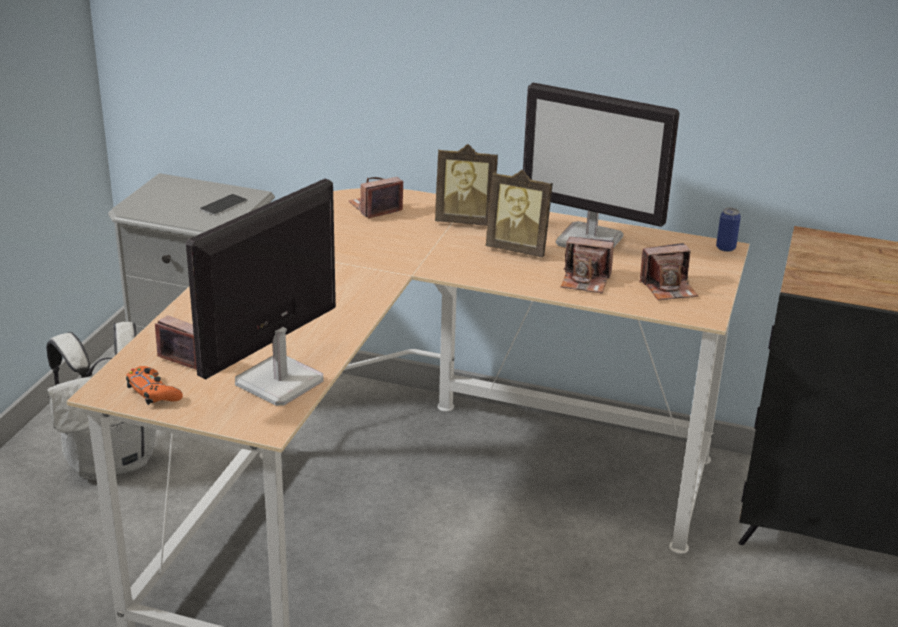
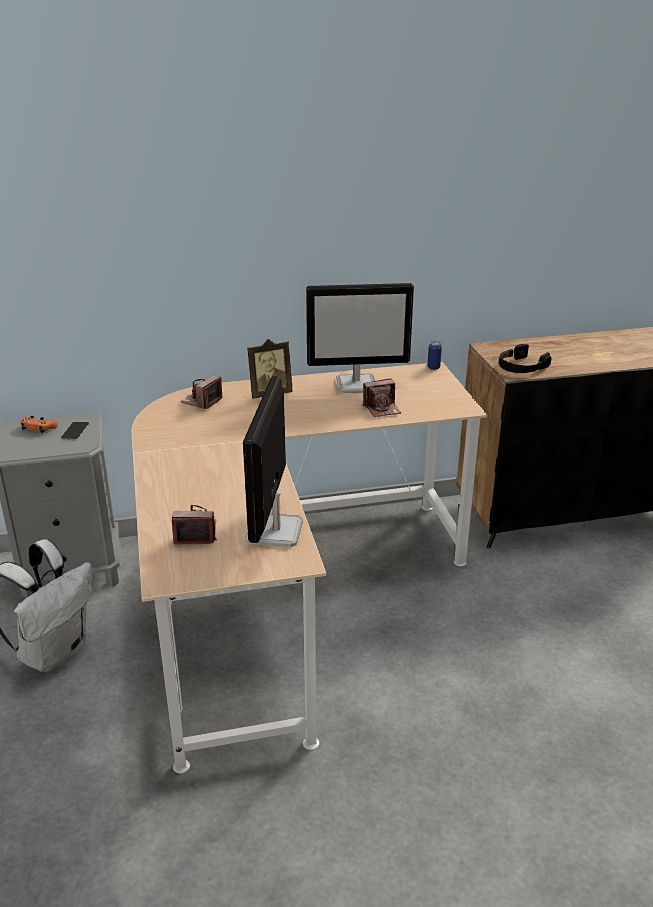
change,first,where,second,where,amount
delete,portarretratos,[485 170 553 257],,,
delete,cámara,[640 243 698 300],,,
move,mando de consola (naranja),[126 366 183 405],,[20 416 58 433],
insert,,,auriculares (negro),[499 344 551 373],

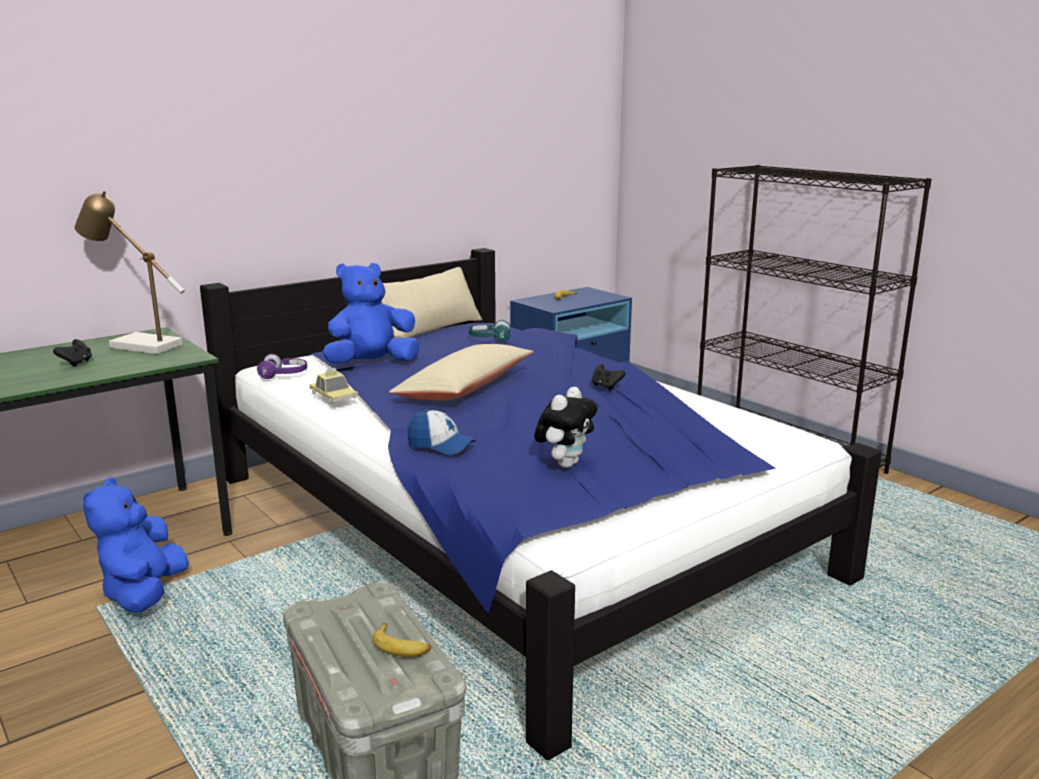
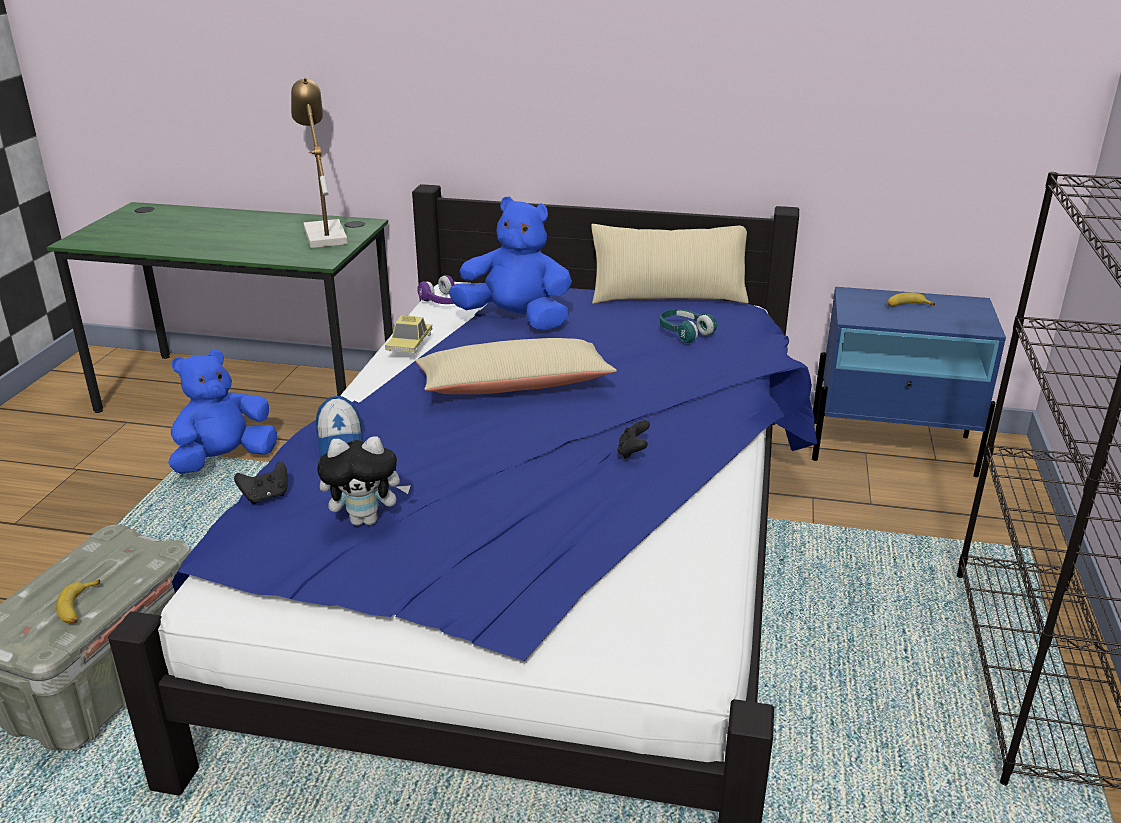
change,first,where,second,where,amount
move,mando de consola (negro),[53 339 92 367],,[234 462 288 504],

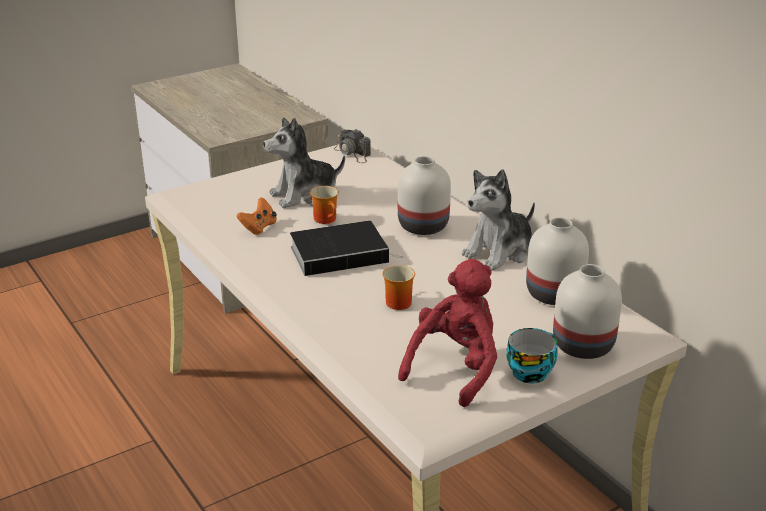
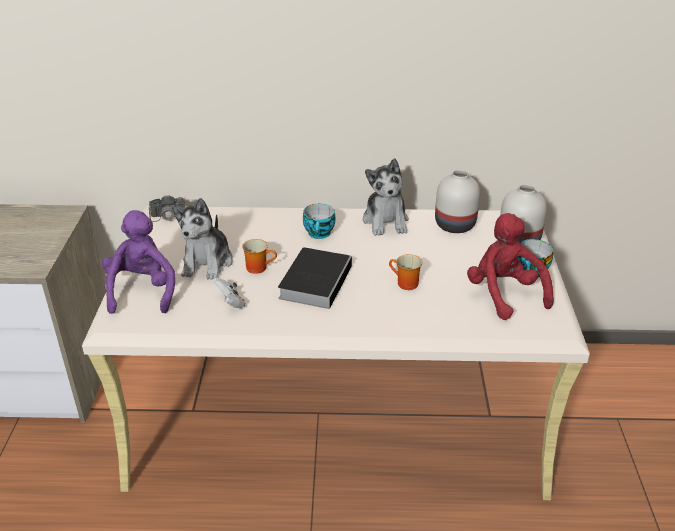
change,first,where,second,where,amount
replace,florero (blanco),[398 156 451 235],taza,[303 204 335 239],
recolor,mando de consola (naranja),[237 197 277 235],mando de consola (blanco),[213 278 246 308],
insert,,,peluche (morado),[102 210 175 314],

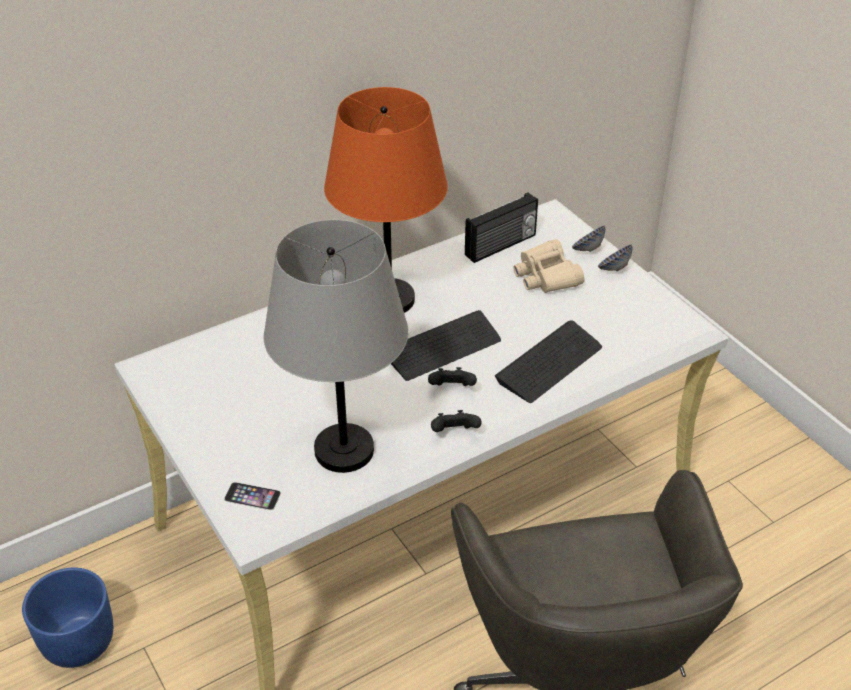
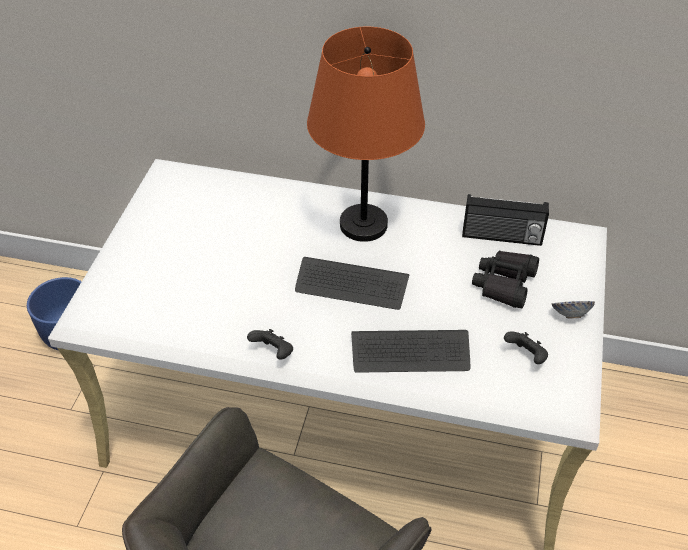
change,first,where,second,where,amount
delete,lámpara de mesa (gris),[264 220 409 473],,,
delete,cuenco,[572 226 605 252],,,
recolor,prismáticos (beis),[513 239 585 293],prismáticos (negro),[472 251 539 308],
move,mando de consola (negro),[428 367 477 386],,[504 331 548 364],
delete,móvil,[224 482 281 510],,,

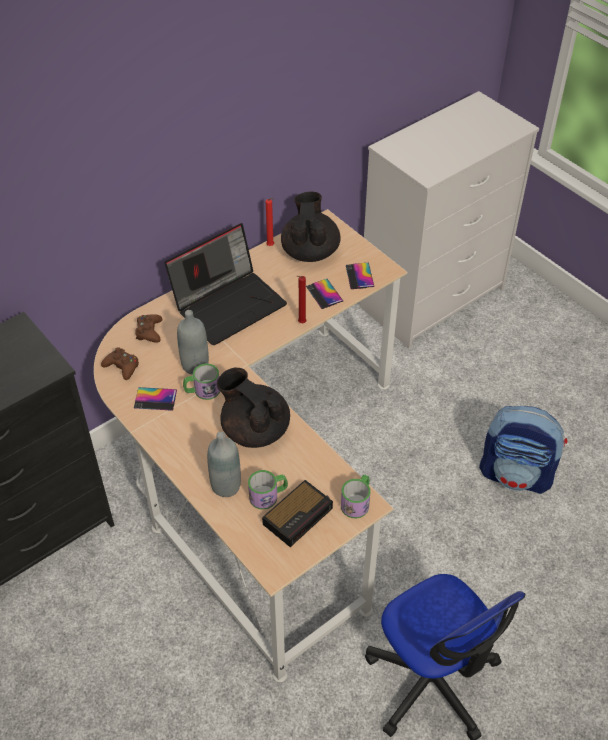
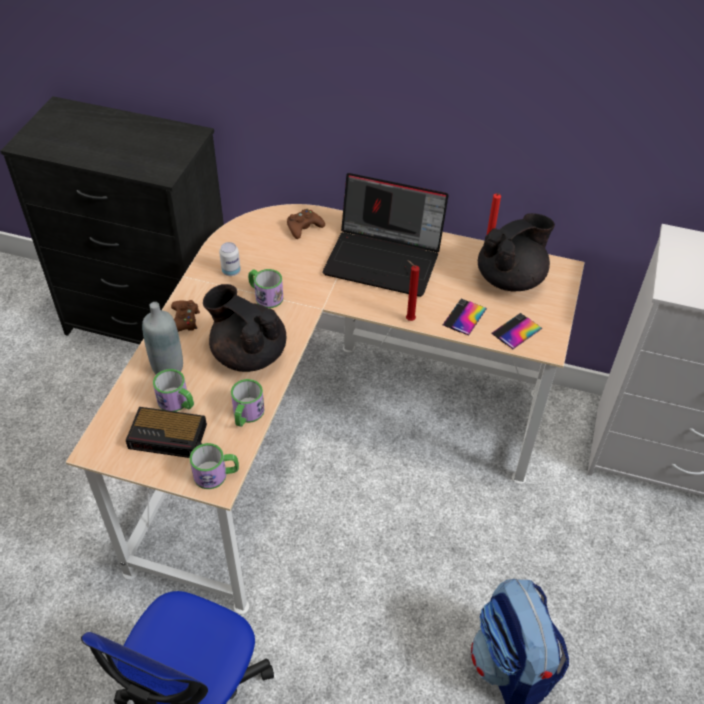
change,first,where,second,where,amount
delete,botella (gris),[177 310 209 375],,,
move,mando de consola (marrón),[101 347 139 380],,[171 300 200 332],
rotate,tetera (negro),[216 368 290 448],,[203 284 286 372],60 degrees counterclockwise
replace,móvil,[134 387 177 411],lata,[219 242 241 276],
insert,,,taza grande,[231 379 265 427],

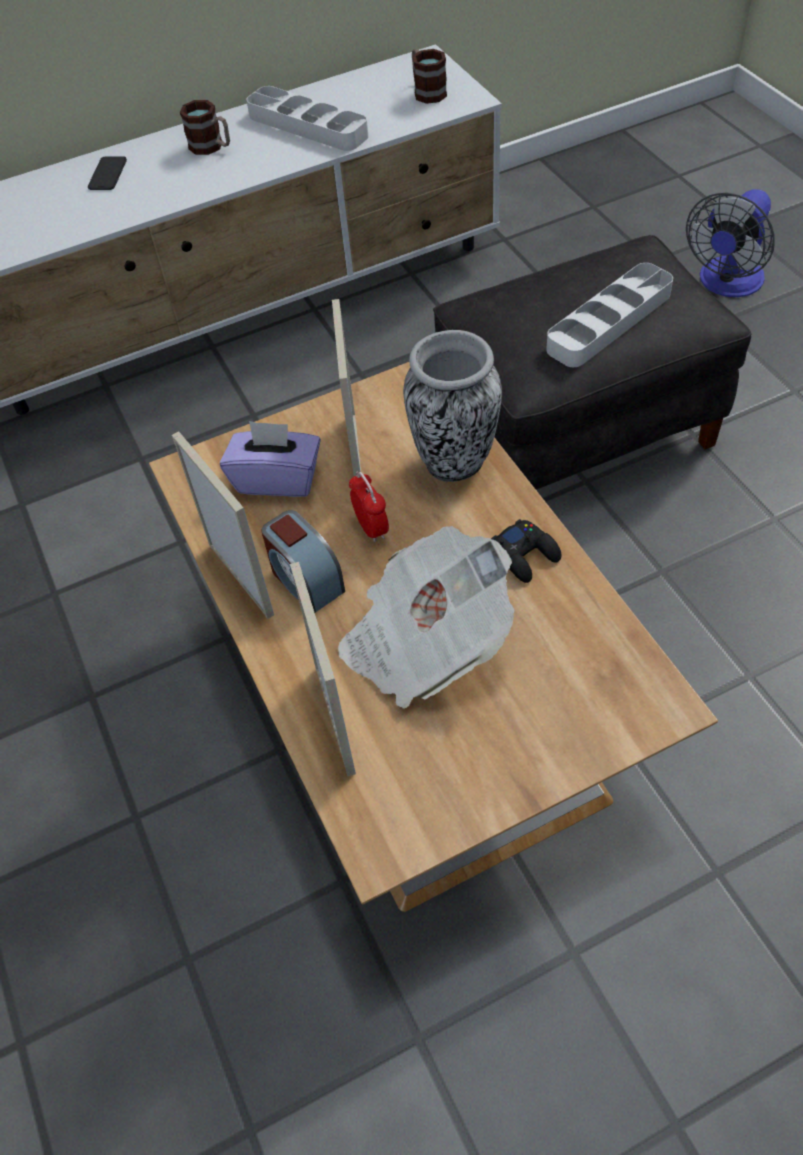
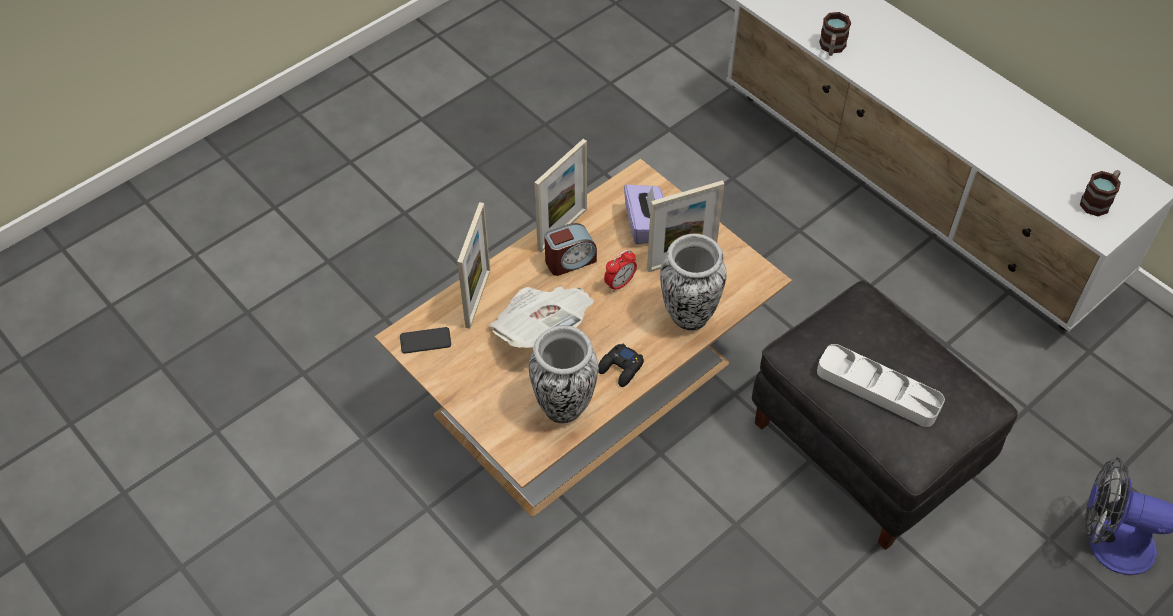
change,first,where,second,where,amount
delete,bandeja (gris),[246 86 368 151],,,
move,taza grande,[180 100 230 155],,[819 12 851 56],
move,móvil,[88 157 127 190],,[400 327 451 354],
rotate,despertador,[261 510 345 613],,[544 223 597 276],150 degrees counterclockwise
rotate,portarretratos,[290 562 356 776],,[457 202 490 329],45 degrees counterclockwise
insert,,,florero,[529 325 599 423],

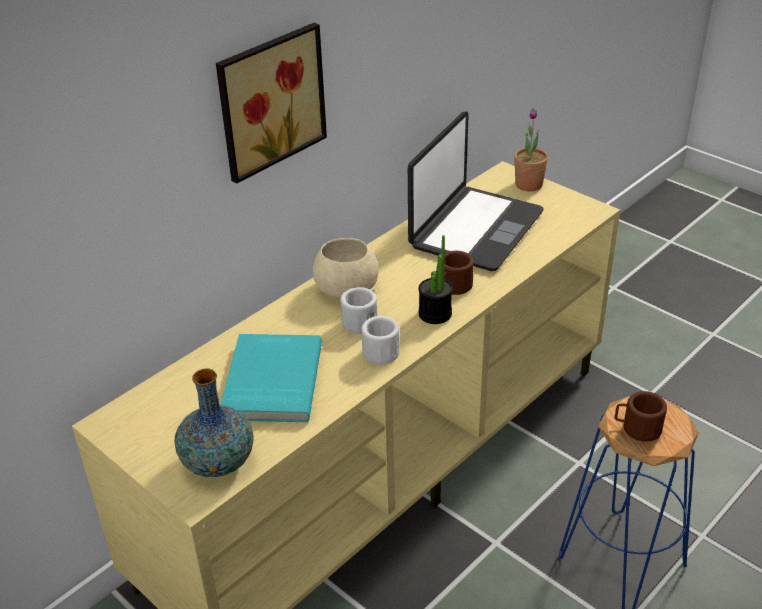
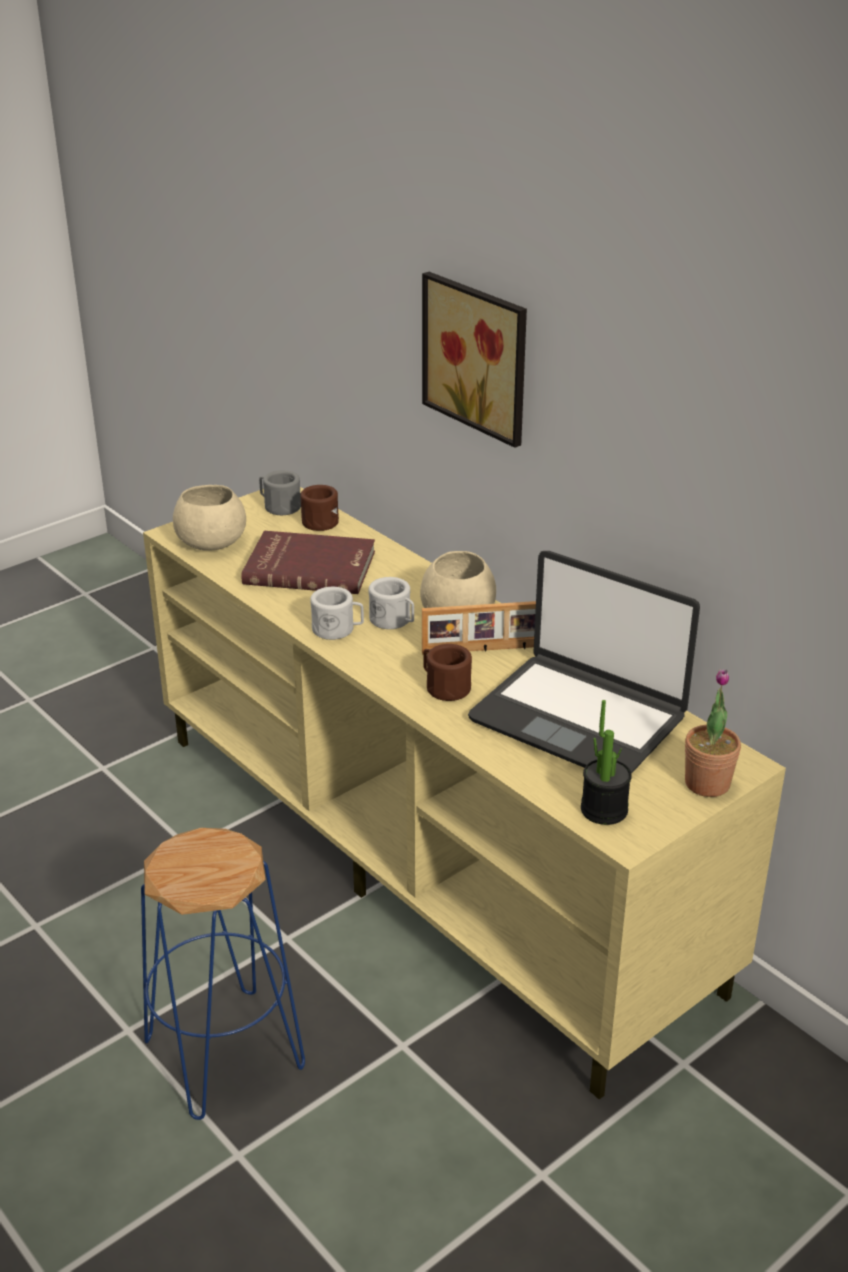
change,first,where,second,where,amount
move,planta en maceta,[419 235 453 324],,[581 700 632 825],
recolor,libro (turquesa),[220 334 322 422],libro (rojo),[241 531 375 594],
replace,florero,[175 368 254 477],cuenco (beis),[173 485 246 551],
move,taza grande (marrón),[614 391 667 442],,[300 485 339 531],
insert,,,taza grande (gris),[259 470 301 515],
insert,,,portarretratos,[422 601 536 654],

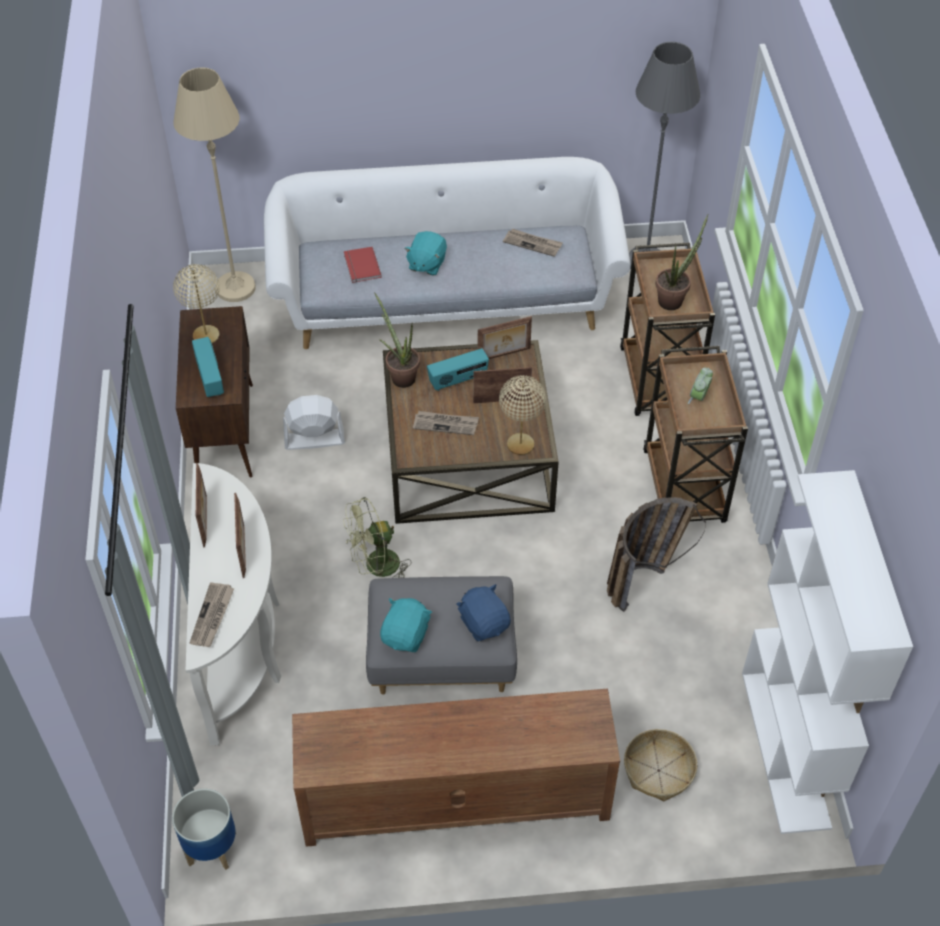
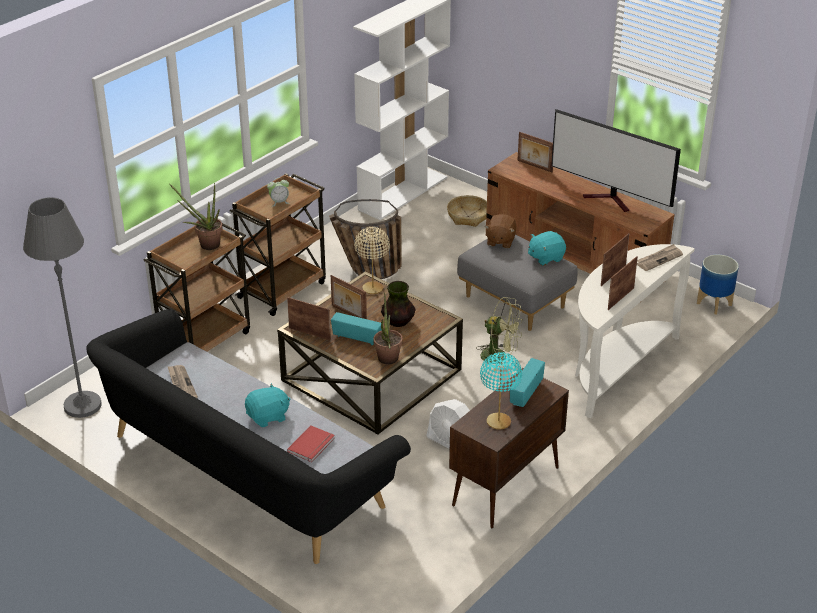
change,first,where,second,where,amount
delete,lámpara de pie (beis),[173 67 256 302],,,
recolor,sofá (blanco),[264 157 631 349],sofá (negro),[86 309 411 564],
recolor,lámpara de mesa (beis),[173 264 220 343],lámpara de mesa (turquesa),[480 352 522 430],
replace,periódico,[413 411 479 435],florero,[381 281 415 327],
recolor,peluche (azul),[456 584 511 641],peluche (marrón),[485 214 517 248],
insert,,,televisor,[551 109 681 212],
insert,,,portarretratos,[517 132 553 172],

